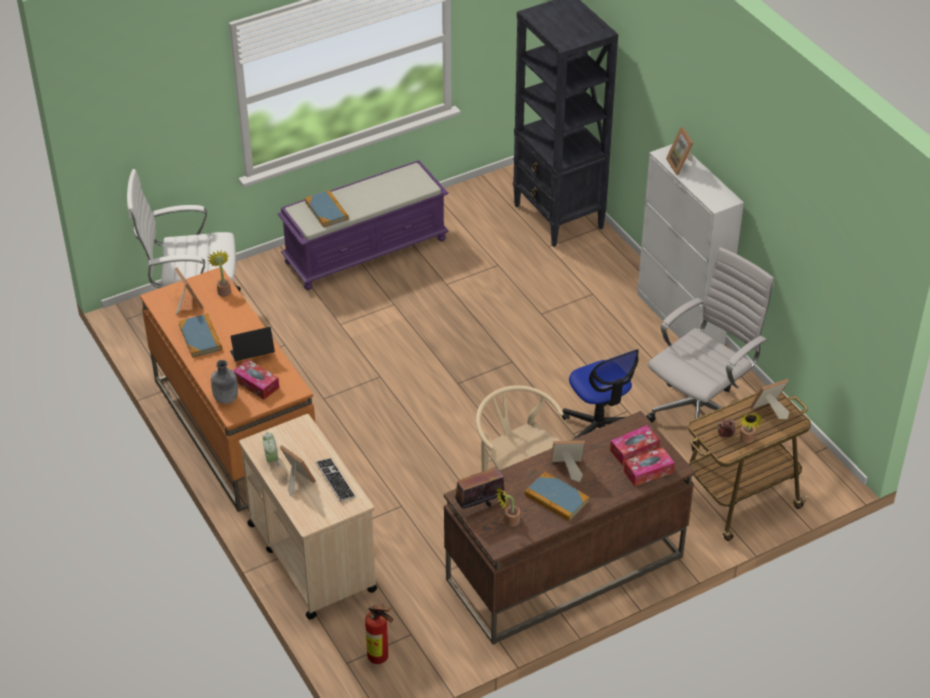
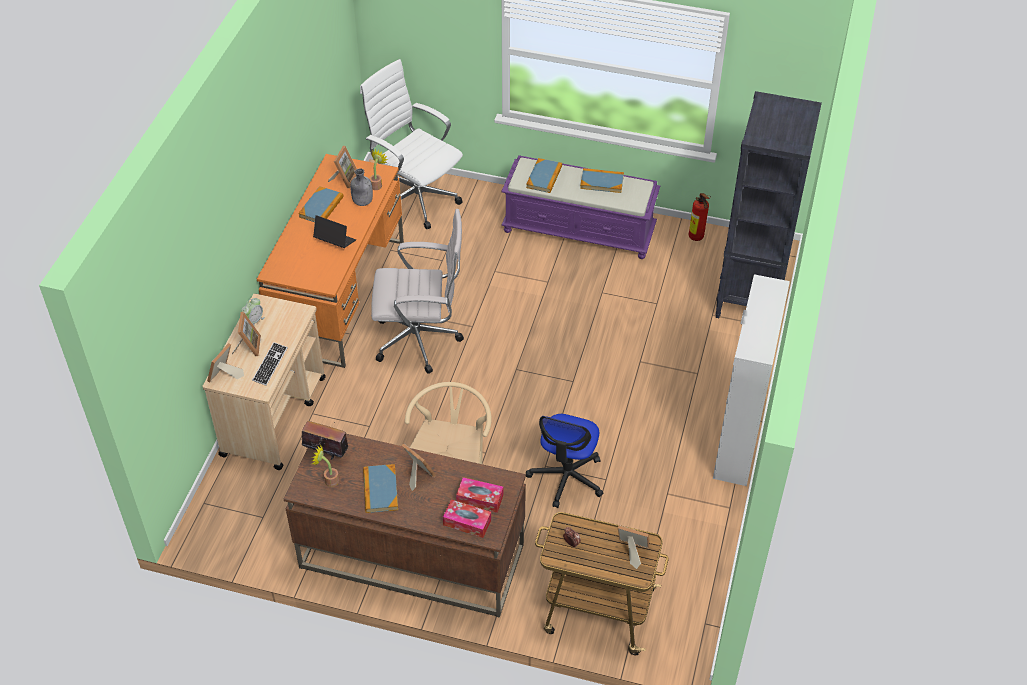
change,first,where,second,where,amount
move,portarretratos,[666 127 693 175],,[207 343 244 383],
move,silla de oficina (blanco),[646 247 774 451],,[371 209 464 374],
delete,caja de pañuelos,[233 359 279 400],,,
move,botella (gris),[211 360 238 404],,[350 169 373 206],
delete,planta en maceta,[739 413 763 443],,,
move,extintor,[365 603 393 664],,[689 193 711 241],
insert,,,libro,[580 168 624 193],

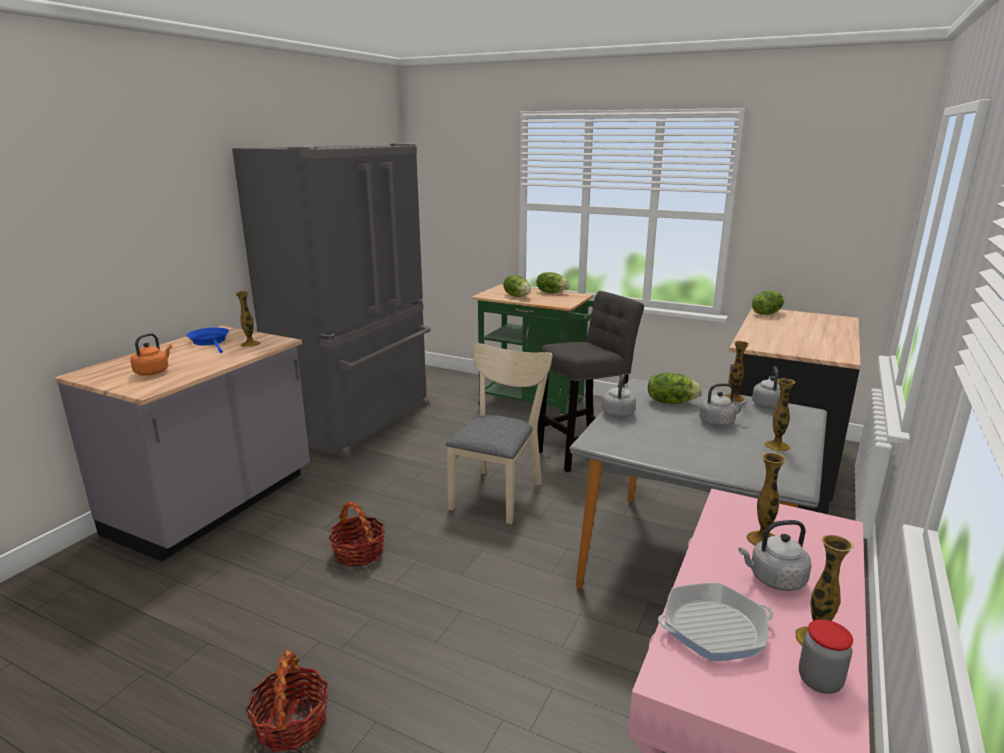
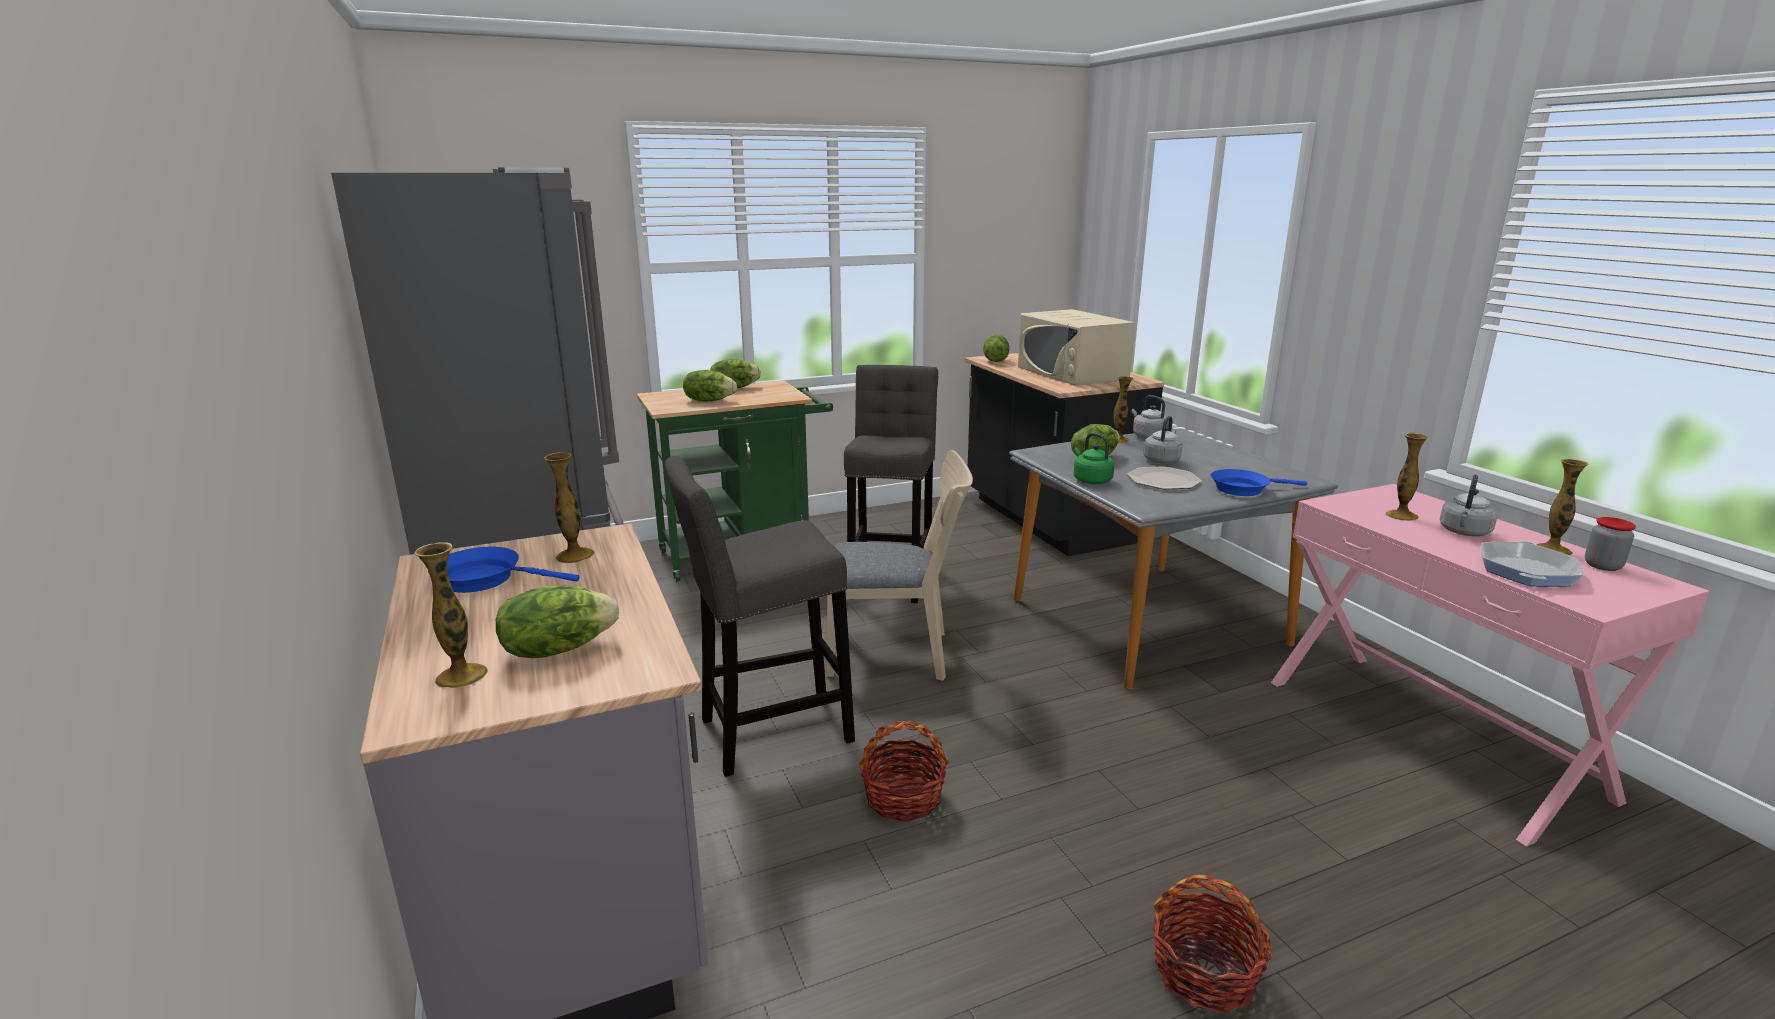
change,first,where,second,where,amount
replace,hervidor (naranja),[130 333 172 375],lechuga,[496 585 619 658],
rotate,silla (beis),[446 343 552 524],,[826 450 973 681],120 degrees clockwise
recolor,hervidor (gris),[602 374 636 418],hervidor (verde),[1074 433 1114 484],
move,florero,[764 378 795 452],,[414 542 488 688],
insert,,,microondas (beis),[1018 309 1135 386],
insert,,,taburete (gris),[665 456 855 777],
insert,,,plato,[1127 467 1202 490],
insert,,,sartén (azul),[1211 469 1308 496],

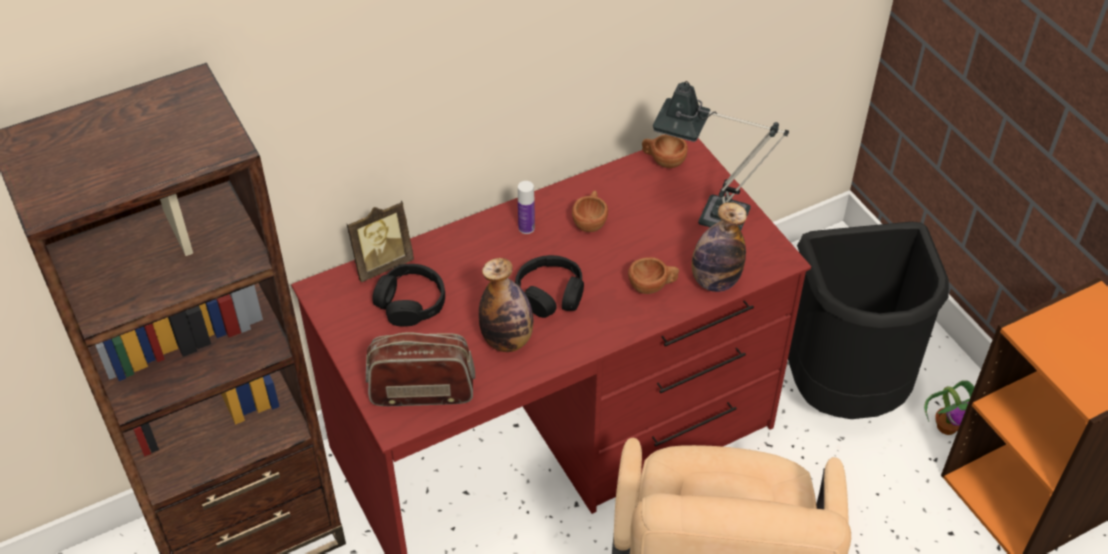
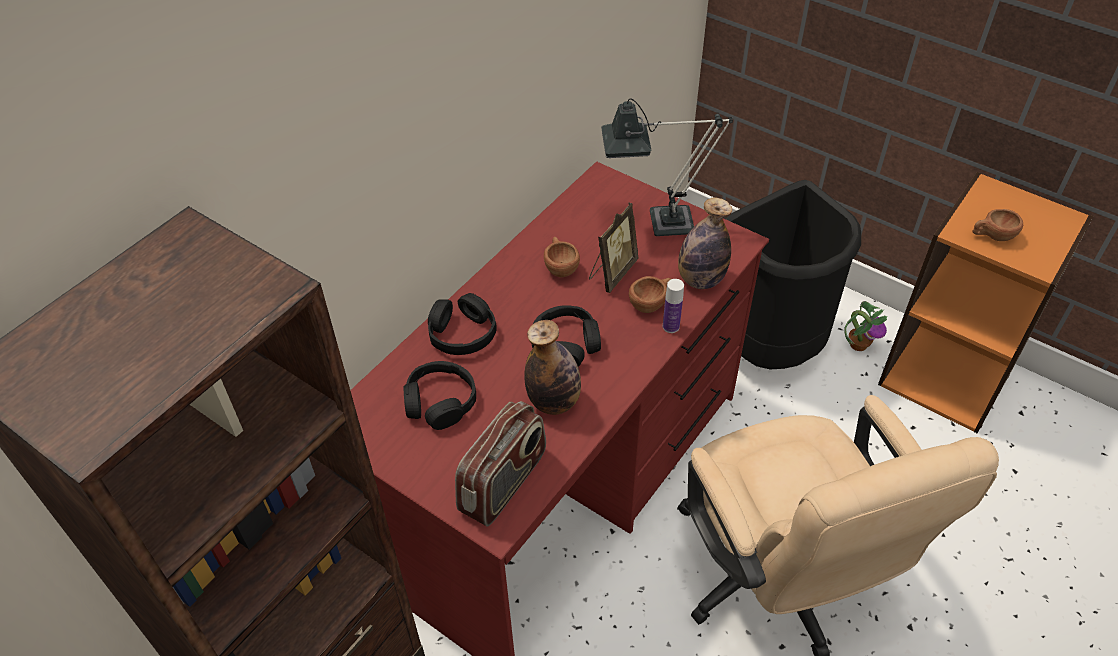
change,first,where,second,where,amount
move,taza (marrón),[642 134 688 168],,[973 209 1023 241],
move,botella,[518 181 535 234],,[663 279 684 333],
move,portarretratos,[346 201 414 282],,[589 203 638 293],
rotate,radio,[366 332 475 406],,[455 401 546 526],150 degrees clockwise
insert,,,auriculares (negro),[428 293 497 355],

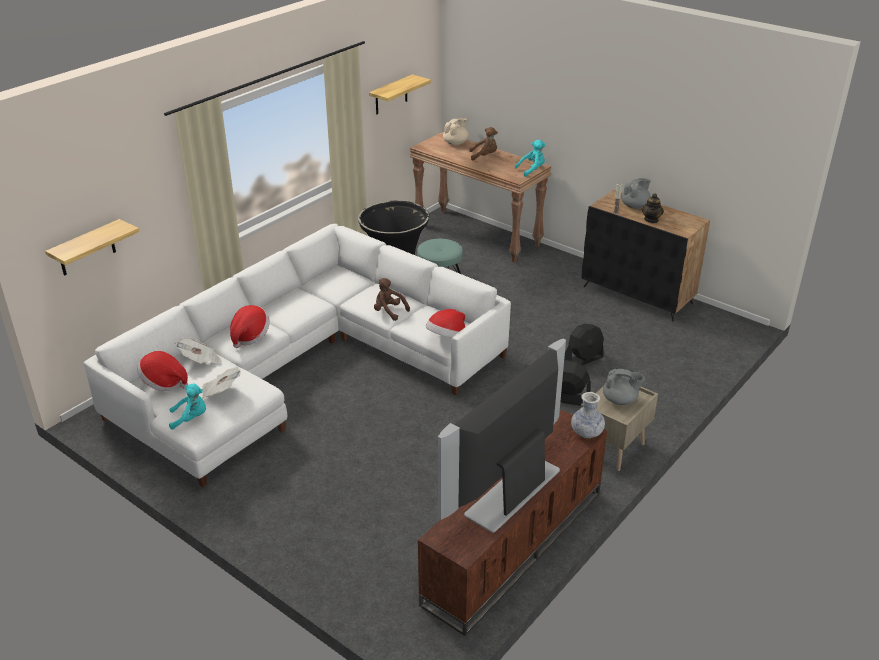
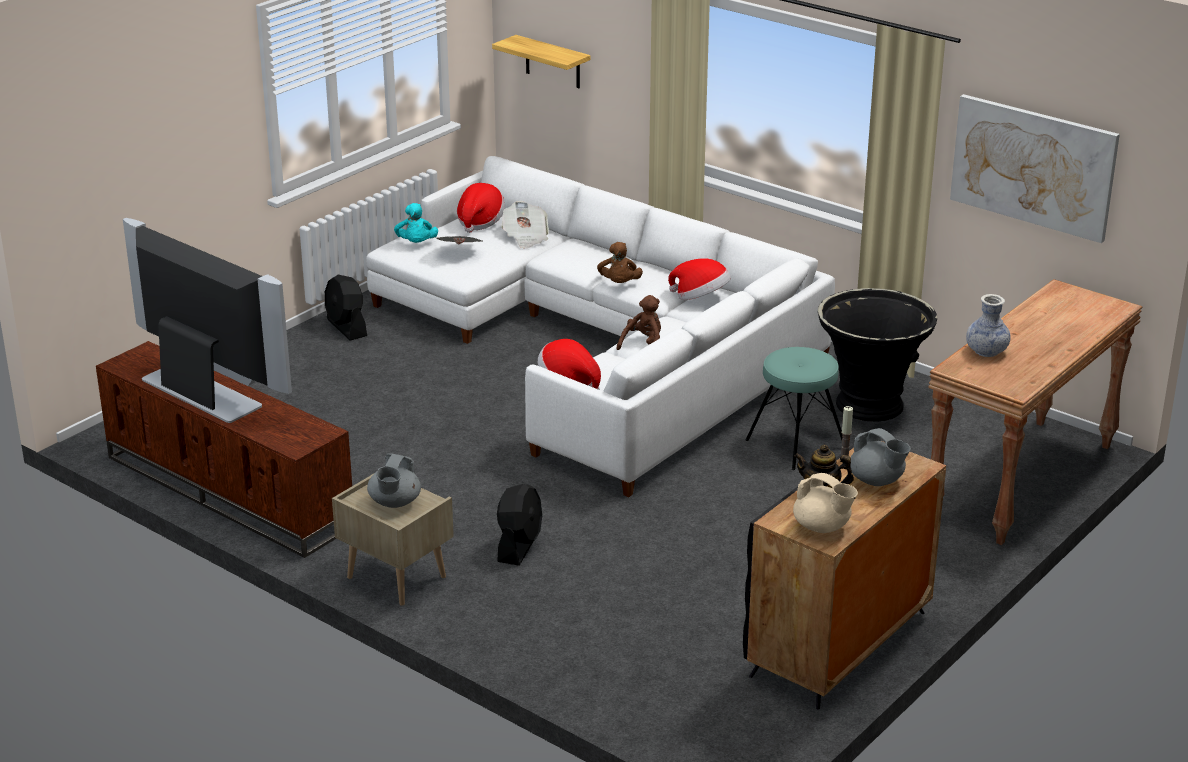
change,first,where,second,where,amount
replace,estante,[369 74 431 114],cuadro,[950 94 1120 243],
move,tetera (beis),[443 118 469 145],,[793 473 858 533],
move,peluche (marrón),[470 127 498 161],,[597 242 643 283],
delete,peluche (turquesa),[515 140 546 177],,,
move,sombrero,[230 305 270 348],,[668 258 731 300],
move,ventilador (negro),[564 324 604 365],,[325 275 367 340],
move,florero,[571 392 605 438],,[966 294 1011 357],

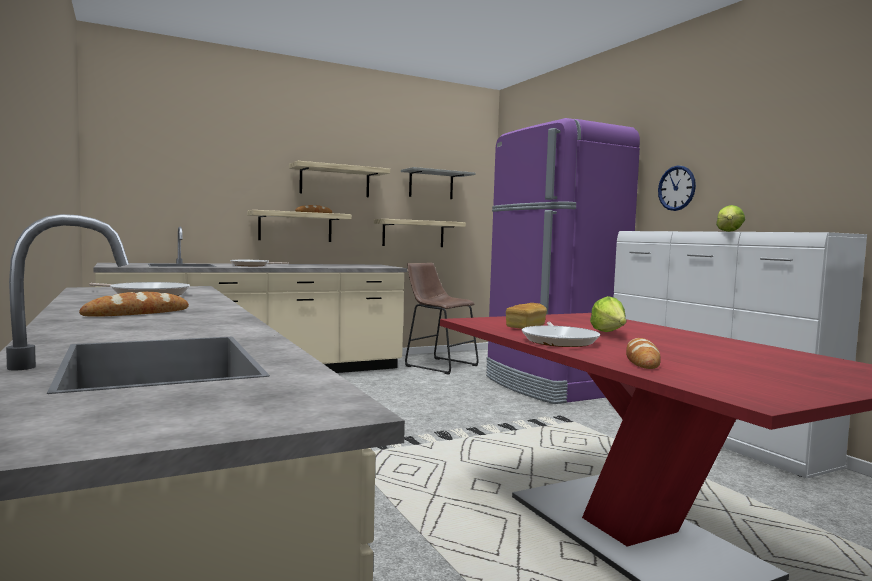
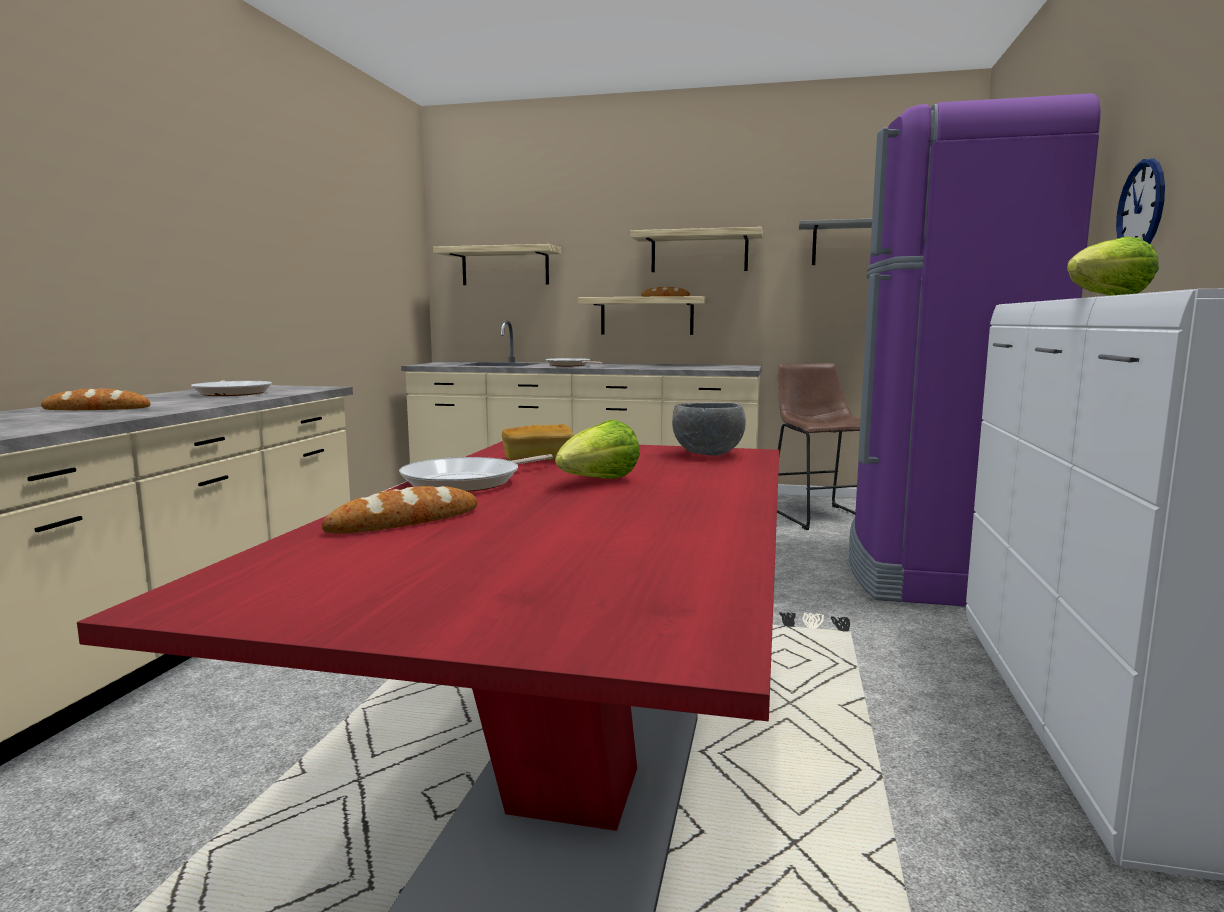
change,first,where,second,where,amount
move,estante,[374 219 466 247],,[433 244 561 285],
insert,,,cuenco (gris),[672 403 746 455],

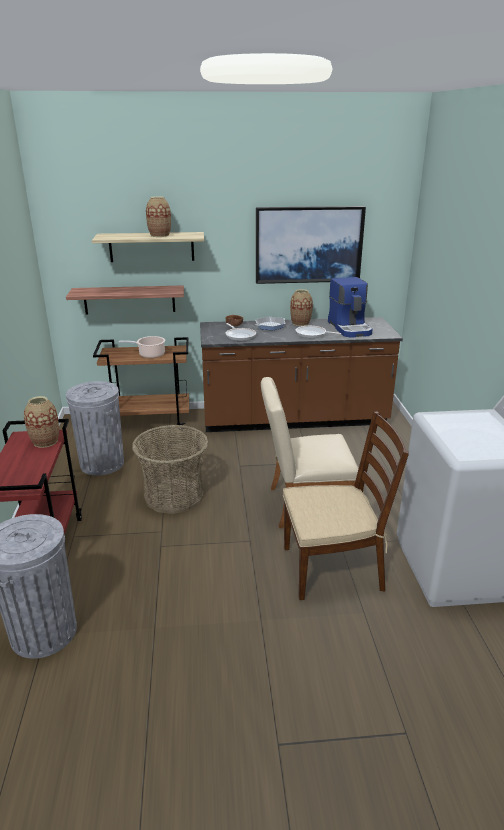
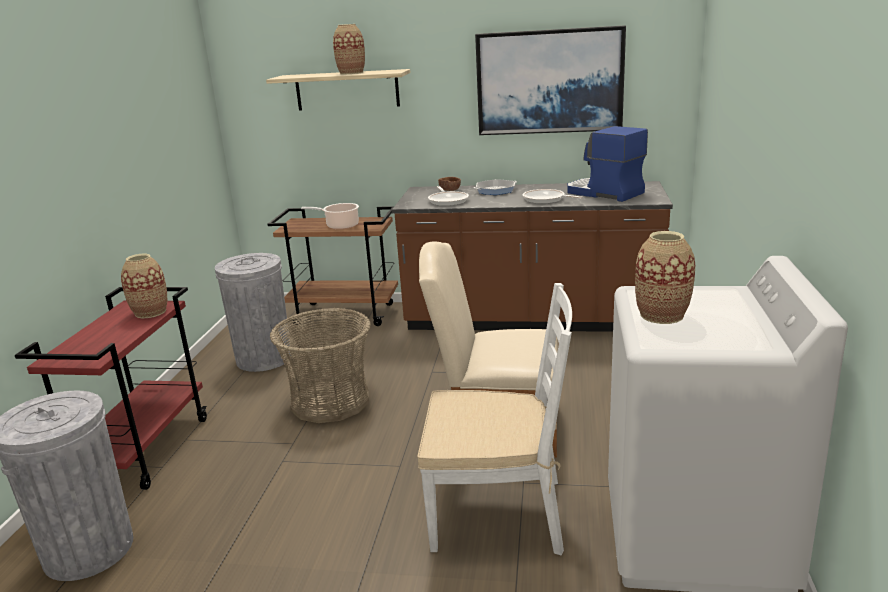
change,first,where,second,where,amount
rotate,cafetera,[328 277 373 338],,[568 126 648 202],135 degrees clockwise
delete,estante,[66 285 184 314],,,
move,florero,[290 289 313 326],,[635 231 695 324],
recolor,silla (marrón),[283 412 409 600],silla (blanco),[417 283 572 556],

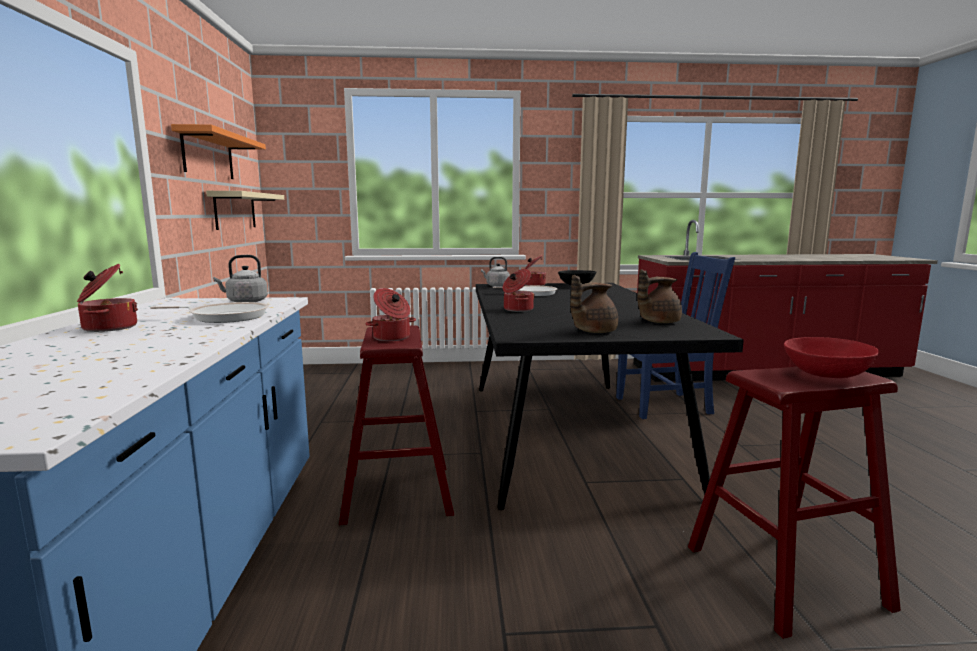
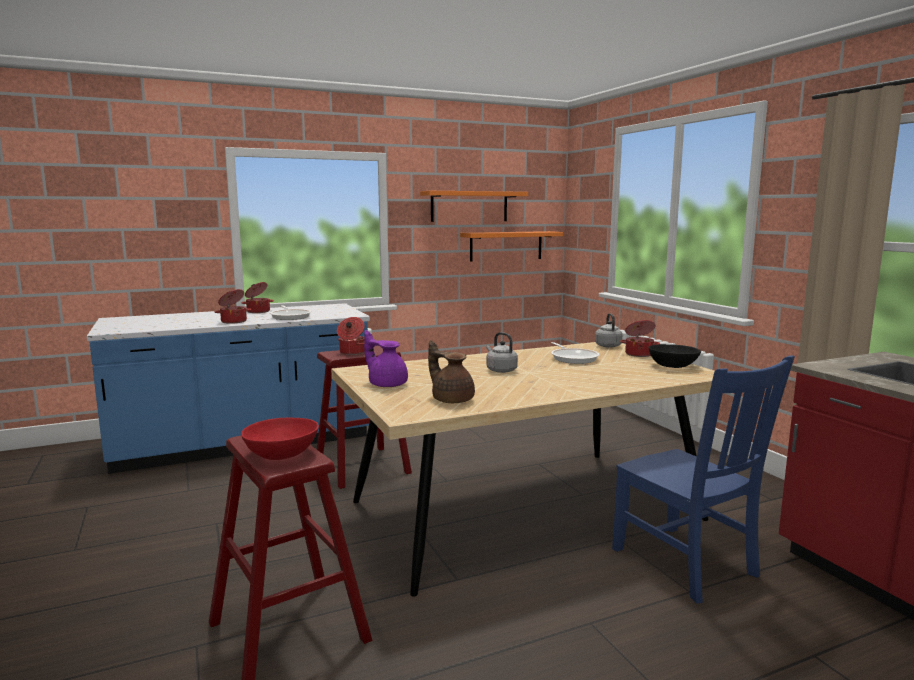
change,first,where,second,where,amount
recolor,estante (beis),[206 191 284 230],estante (naranja),[460 231 563 261],
move,hervidor (gris),[213 255 268 302],,[486 332 518 373],
move,olla,[502 269 535 312],,[215 289 251 324],
recolor,tetera (marrón),[570 275 618 333],tetera (morado),[364 330 408 387],
recolor,mesa de comedor (negro),[476 283 744 510],mesa de comedor (beis),[331 342 715 597],

